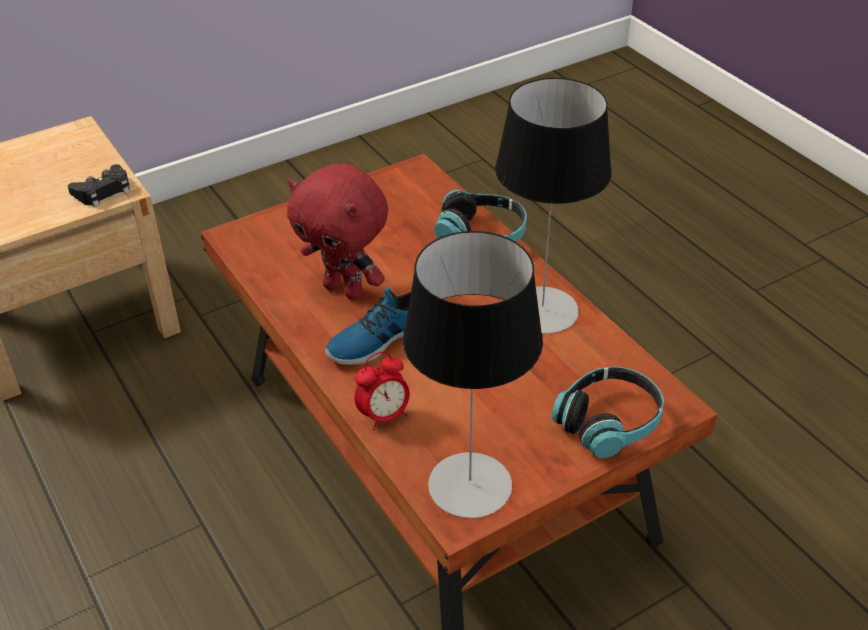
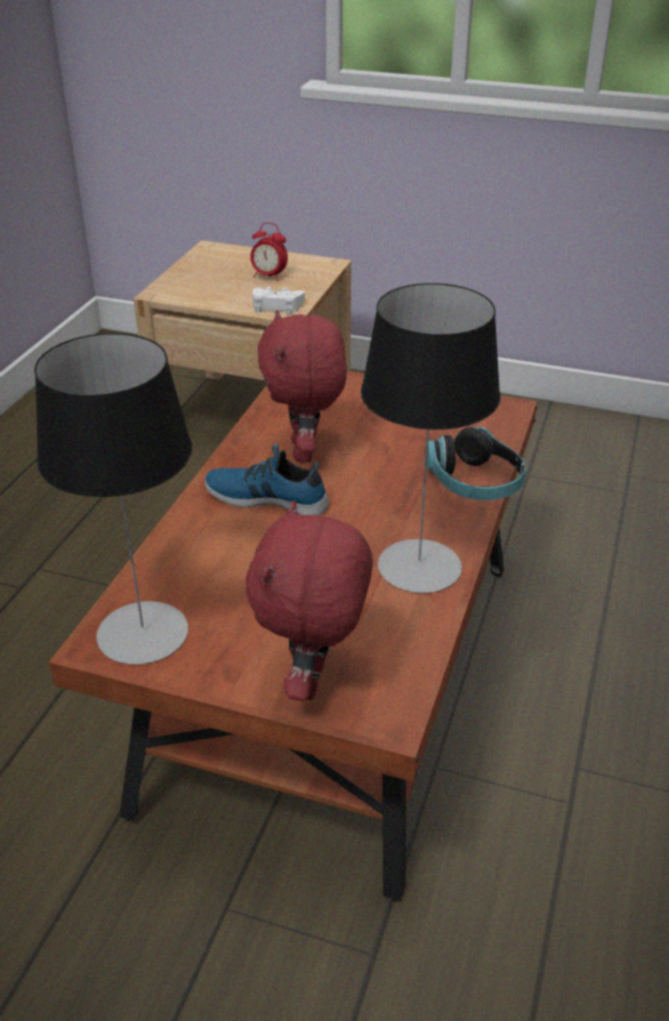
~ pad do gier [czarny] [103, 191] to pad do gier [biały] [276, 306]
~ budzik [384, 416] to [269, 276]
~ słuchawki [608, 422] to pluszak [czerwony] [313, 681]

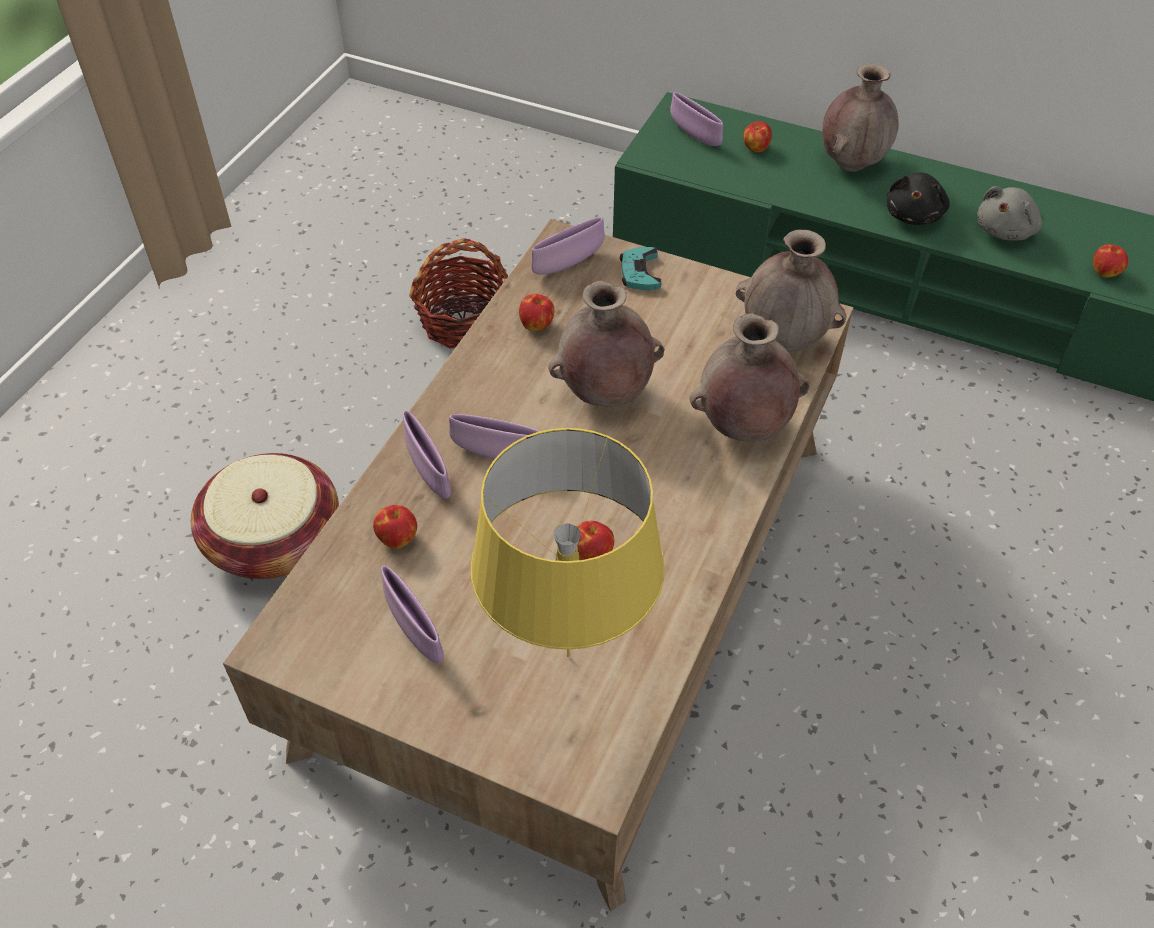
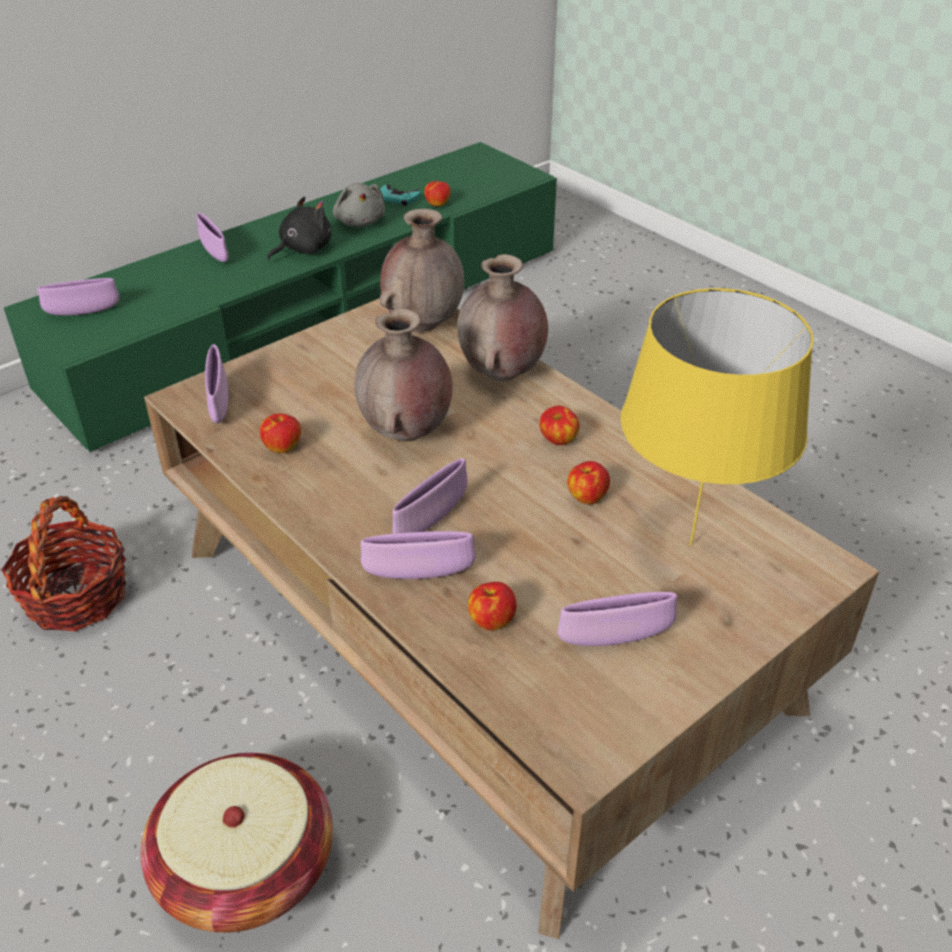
~ wazon [brązowy] [852, 163] to miska [fioletowy] [214, 253]
~ jabłko [755, 148] to [558, 440]
~ pluszak [czarny] [914, 215] = [303, 249] 90 degrees counterclockwise
~ pad do gier [turkusowy] [639, 273] to [398, 199]

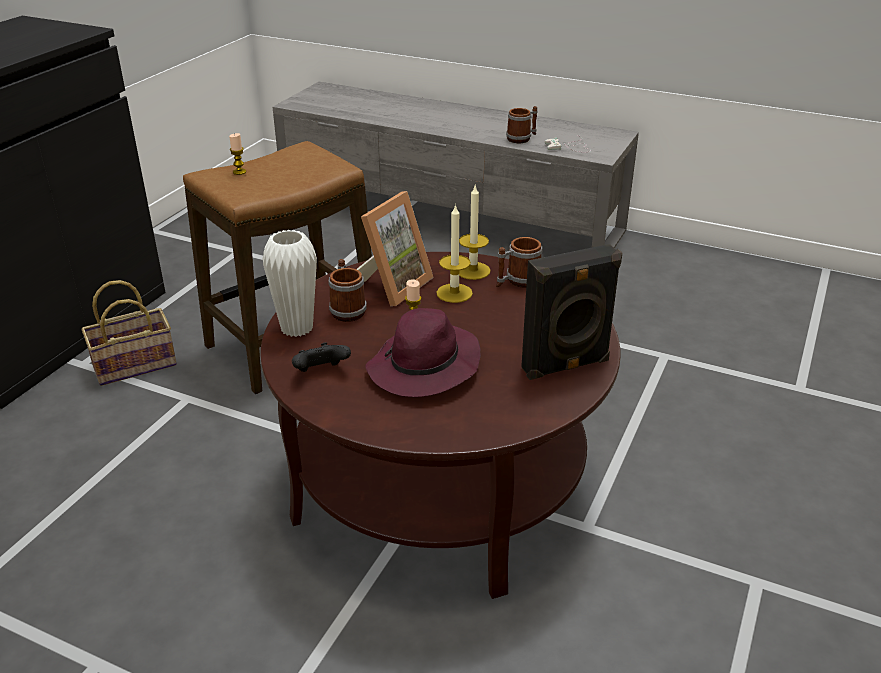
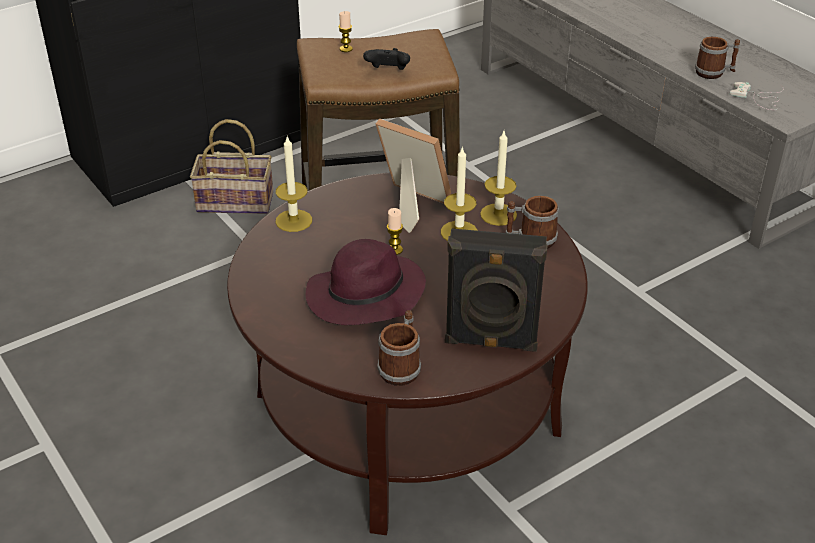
~ ramka na zdjęcie [392, 285] = [410, 205] 120 degrees counterclockwise
~ wazon [biały] [297, 328] to świeca [293, 220]
~ kubek [347, 309] to [401, 367]
~ pad do gier [czarny] [321, 372] to [388, 71]

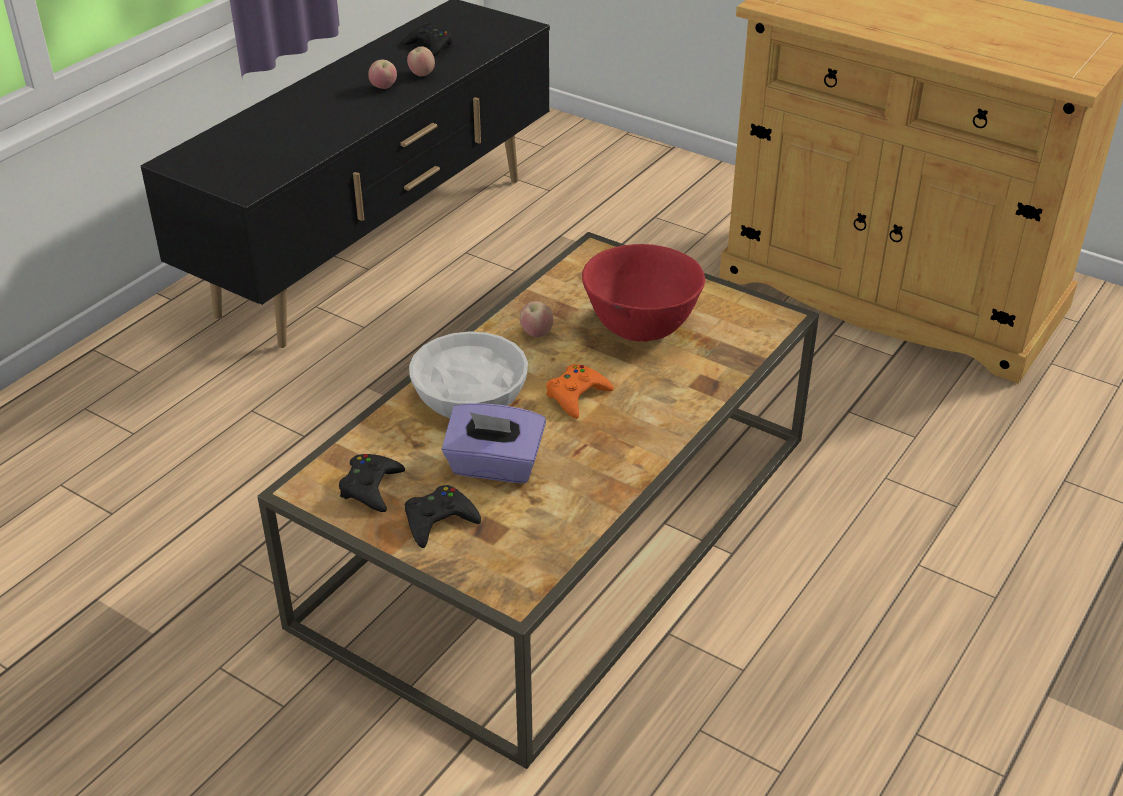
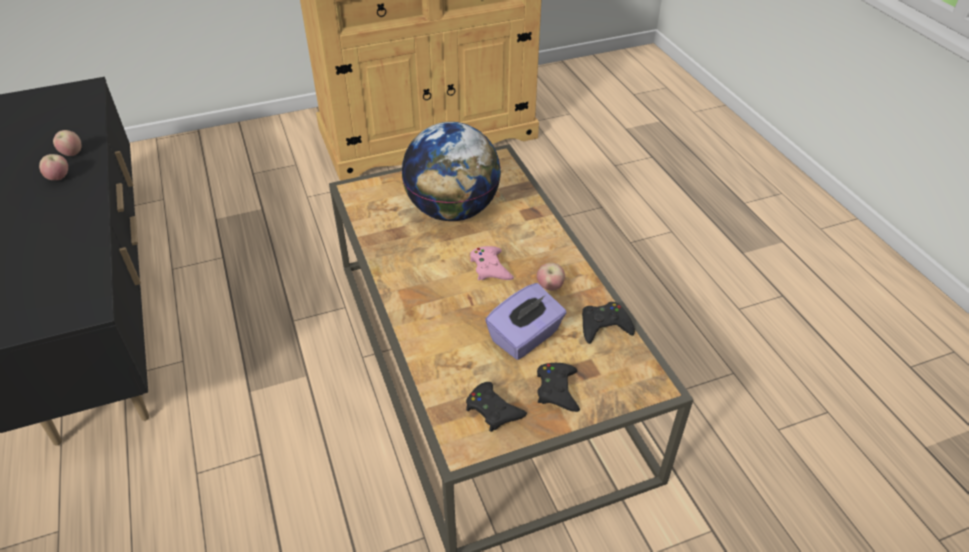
~ pad do gier [czarny] [430, 45] to [604, 326]
~ miska [czerwony] [640, 328] to globus [452, 211]
~ jabłko [536, 333] to [550, 287]
- miska [biały] [470, 394]
~ pad do gier [pomarańczowy] [576, 396] to pad do gier [różowy] [490, 268]

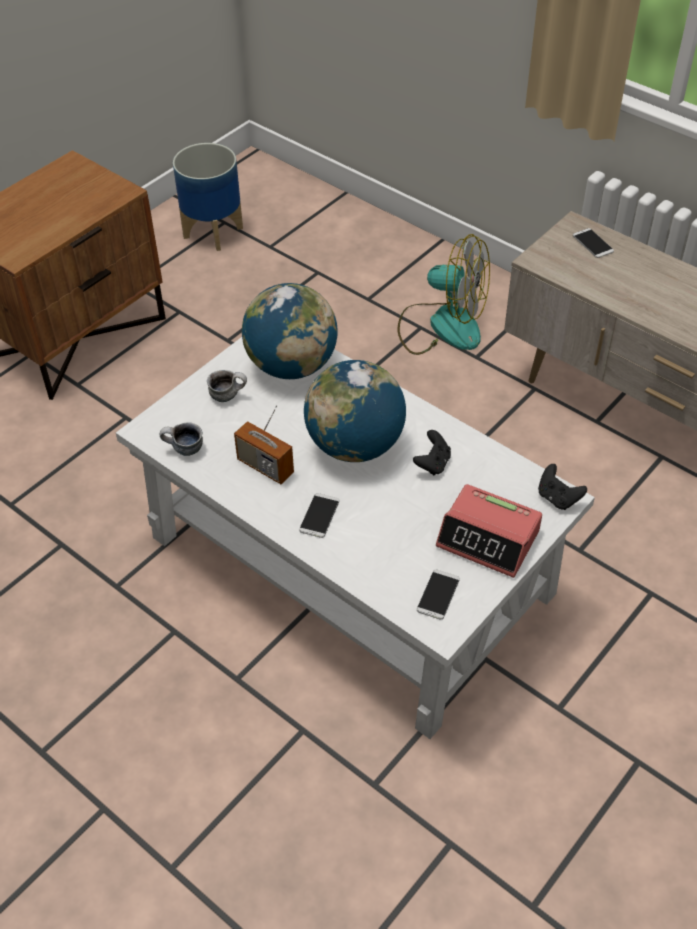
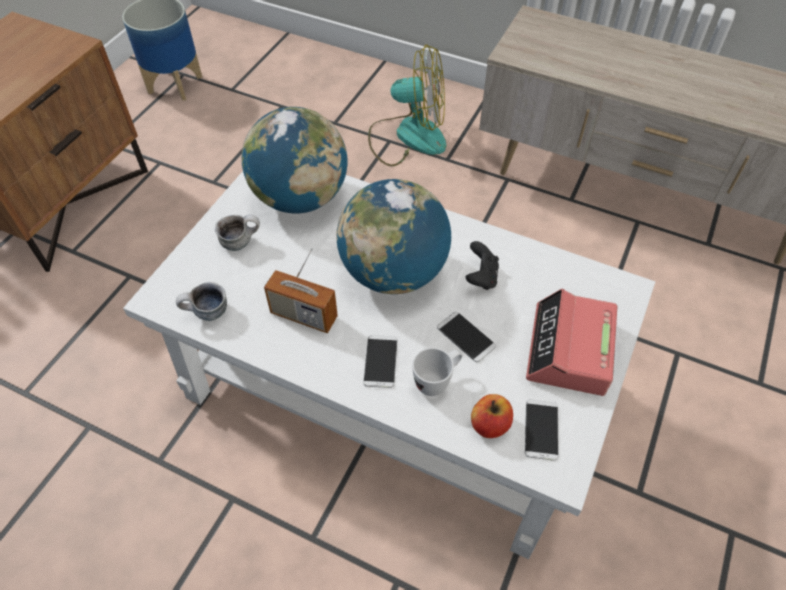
~ telefon [592, 243] to [466, 337]
- pad do gier [czarny] [557, 498]
~ budzik [488, 538] = [569, 350] 90 degrees clockwise
+ kubek [biały] [437, 381]
+ jabłko [490, 424]

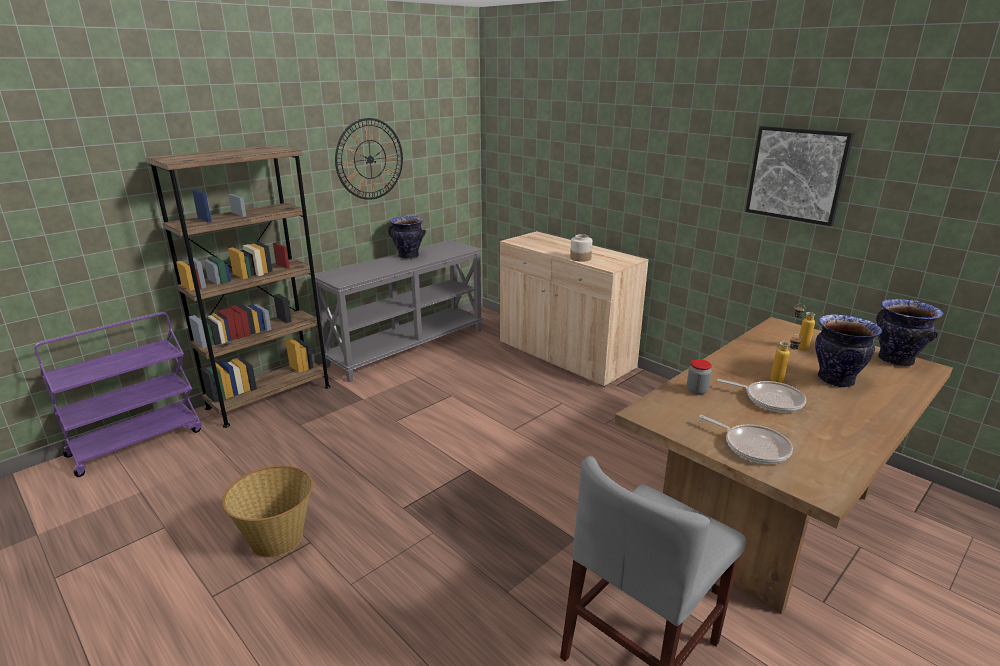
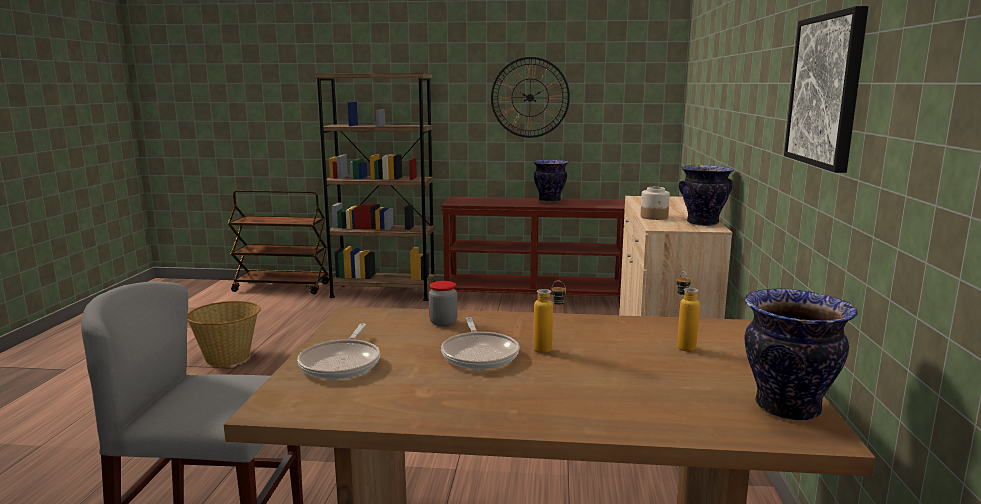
~ stolik konsolowy [szary] [407, 347] to stolik konsolowy [brązowy] [534, 298]
~ wózek [fioletowy] [137, 442] to wózek [brązowy] [282, 287]
~ wazon [836, 380] to [703, 223]

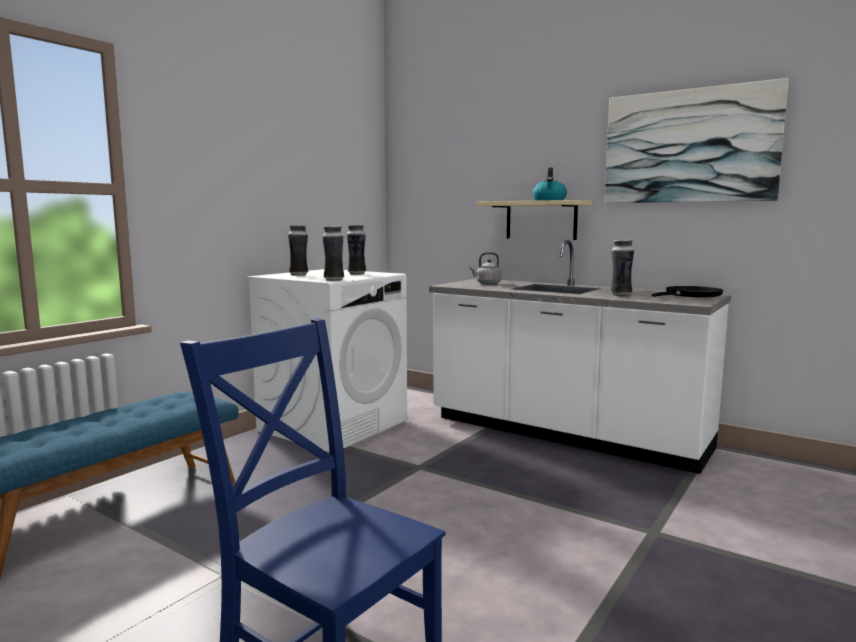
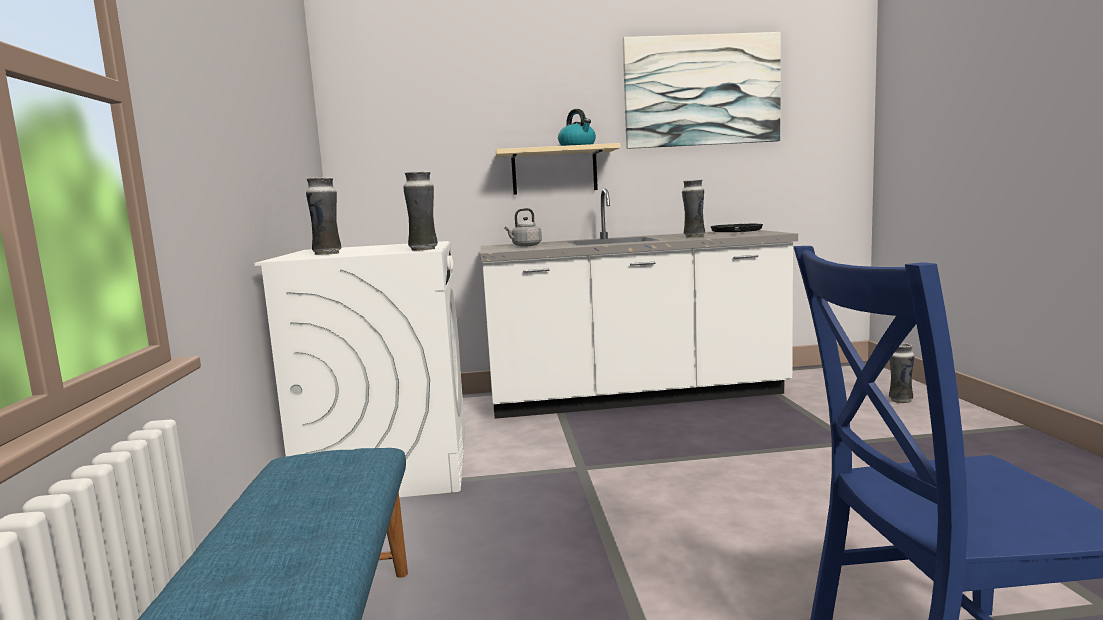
~ wazon [356, 274] to [900, 400]

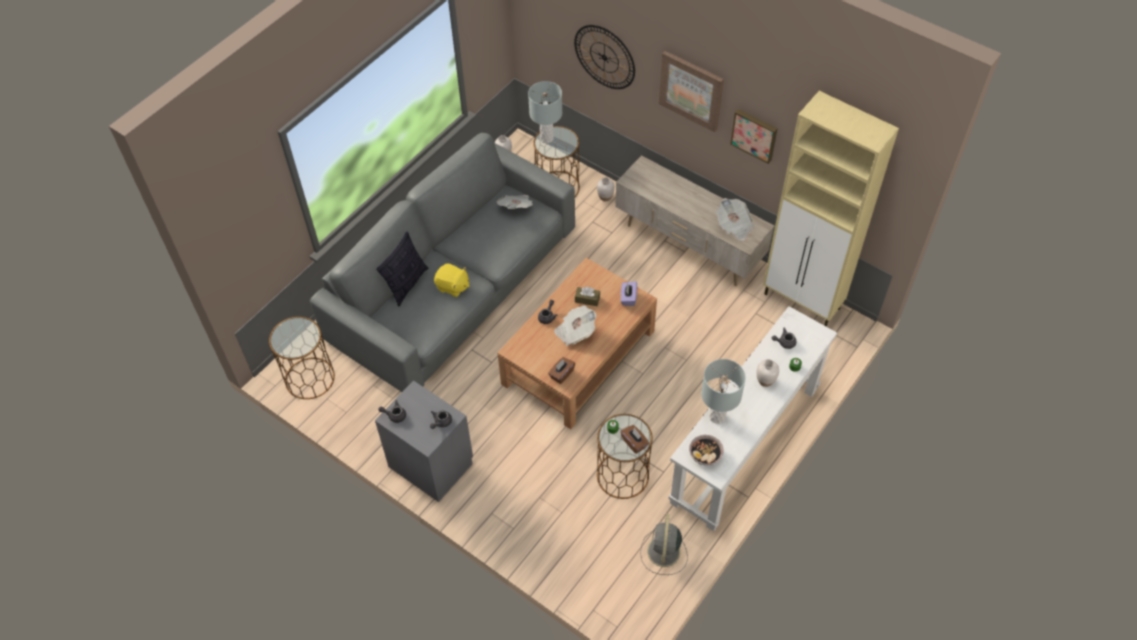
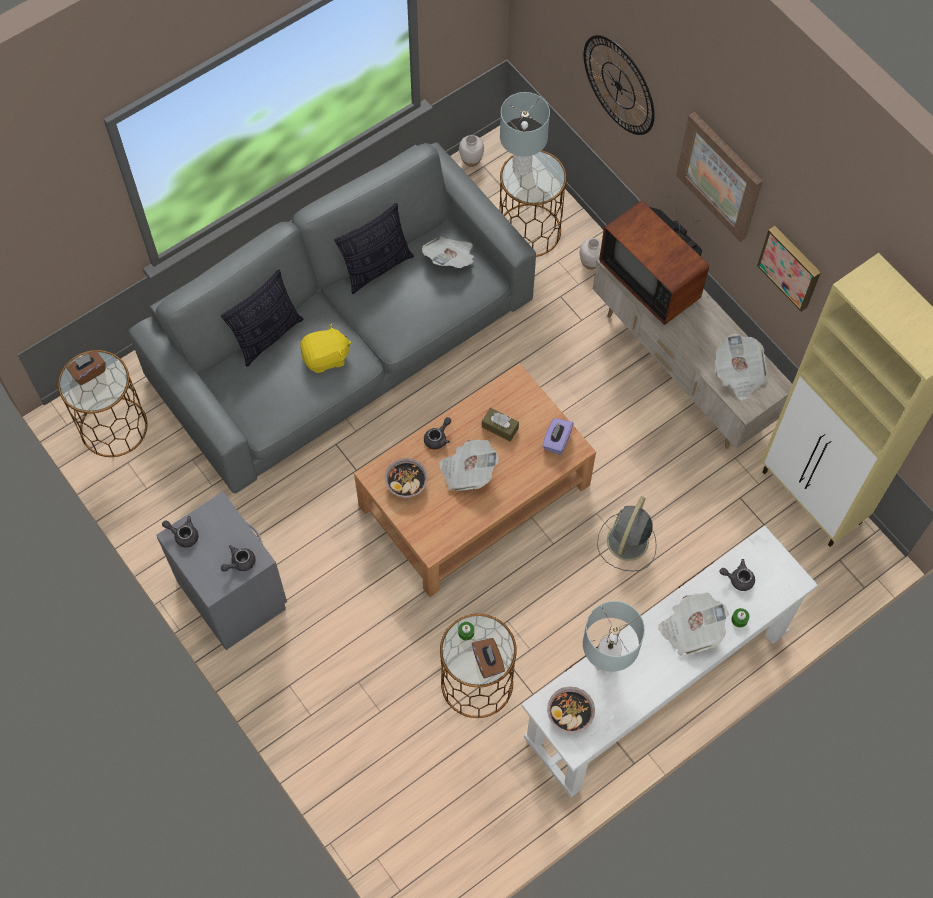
~ pluszak [żółty] [452, 287] = [326, 357] 60 degrees counterclockwise
~ pudełko chusteczek [brązowy] [561, 374] to [89, 372]
~ wazon [biały] [765, 381] to gazeta [690, 629]
~ wentylator [szary] [663, 553] to [627, 543]
+ telewizor [654, 277]
+ poduszka [377, 267]
+ miska [406, 483]

